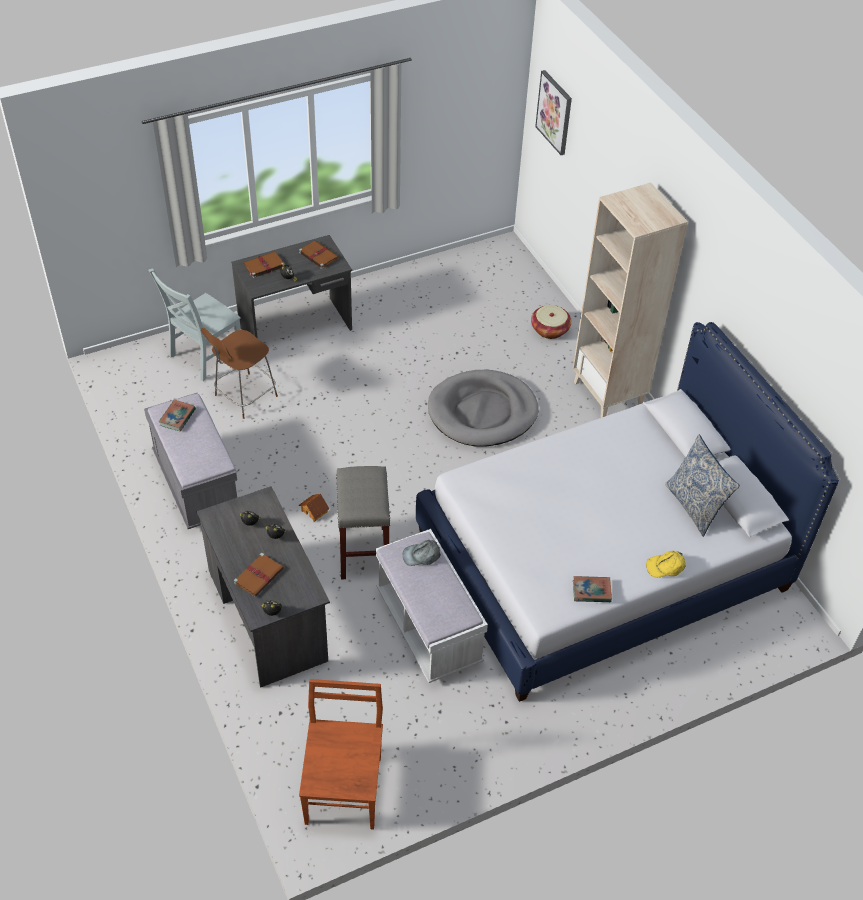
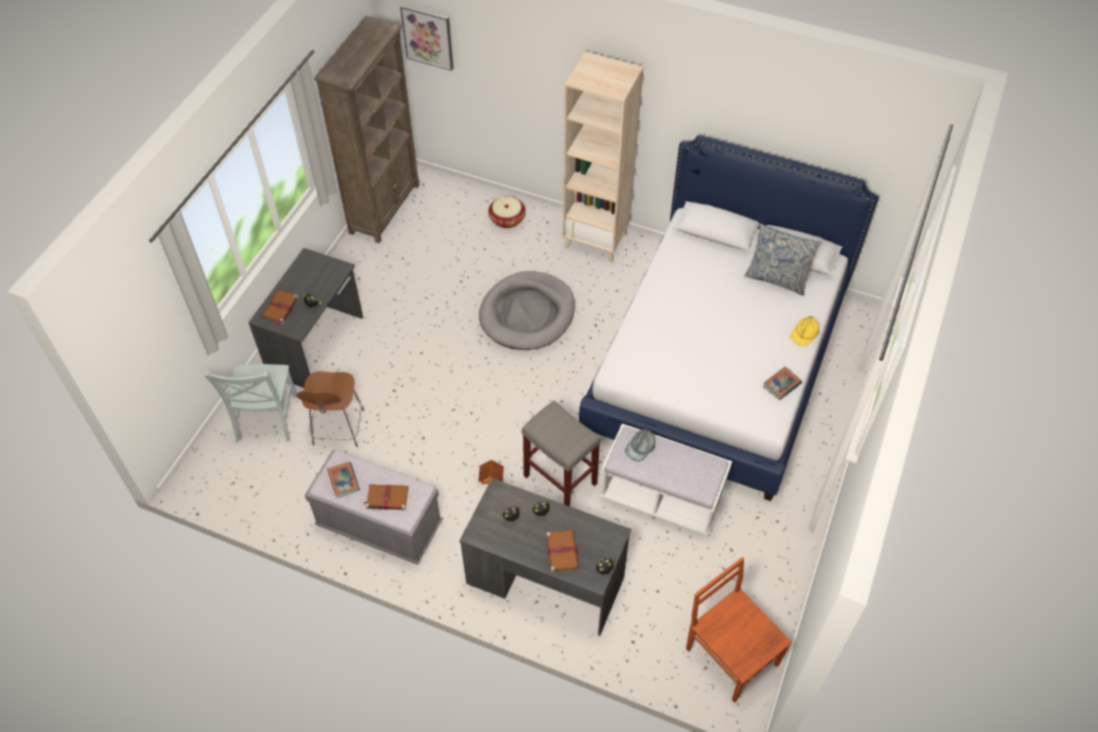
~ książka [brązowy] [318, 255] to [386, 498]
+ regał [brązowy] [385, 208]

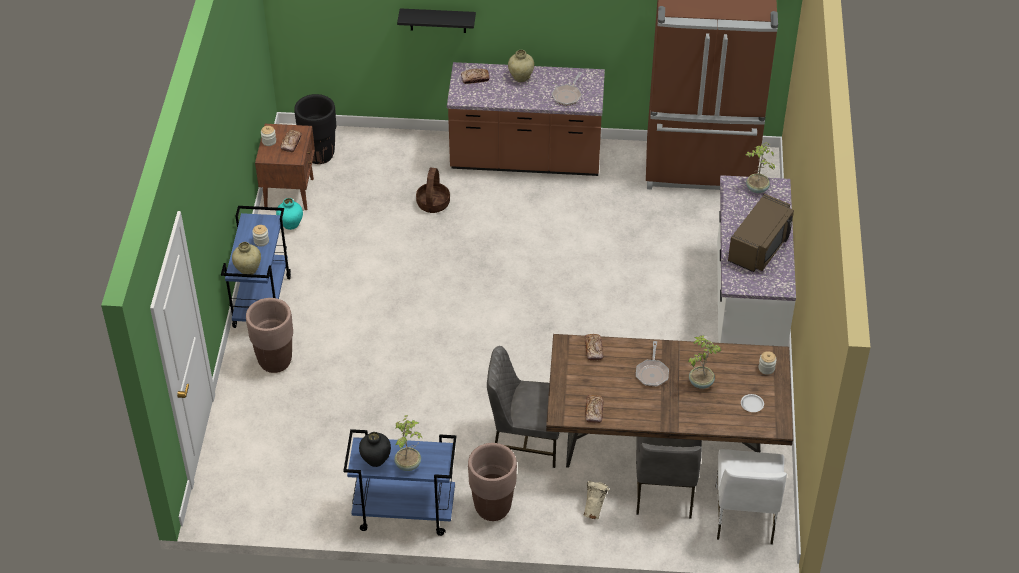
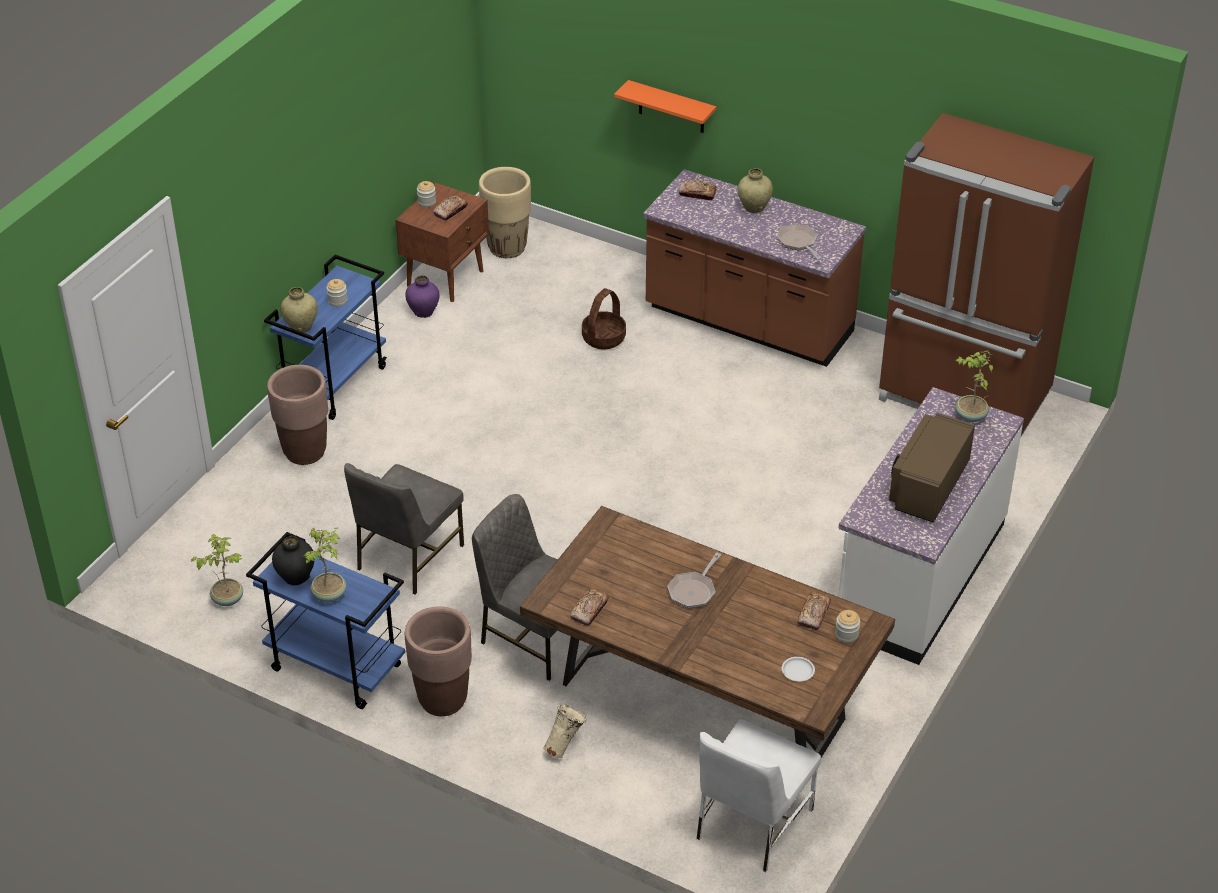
~ półka [czarny] [438, 20] to półka [pomarańczowy] [671, 107]
~ patelnia [568, 95] = [798, 242] 105 degrees clockwise
~ donica [czarny] [319, 155] to donica [beżowy] [507, 248]
~ mikrofalówka [brązowy] [760, 247] = [927, 486] 150 degrees clockwise
~ wazon [turkusowy] [291, 225] to wazon [fioletowy] [423, 312]
~ chleb [593, 349] to [814, 614]
~ roślina doniczkowa [700, 382] to [227, 599]
~ krzesło [szary] [664, 491] to [407, 557]

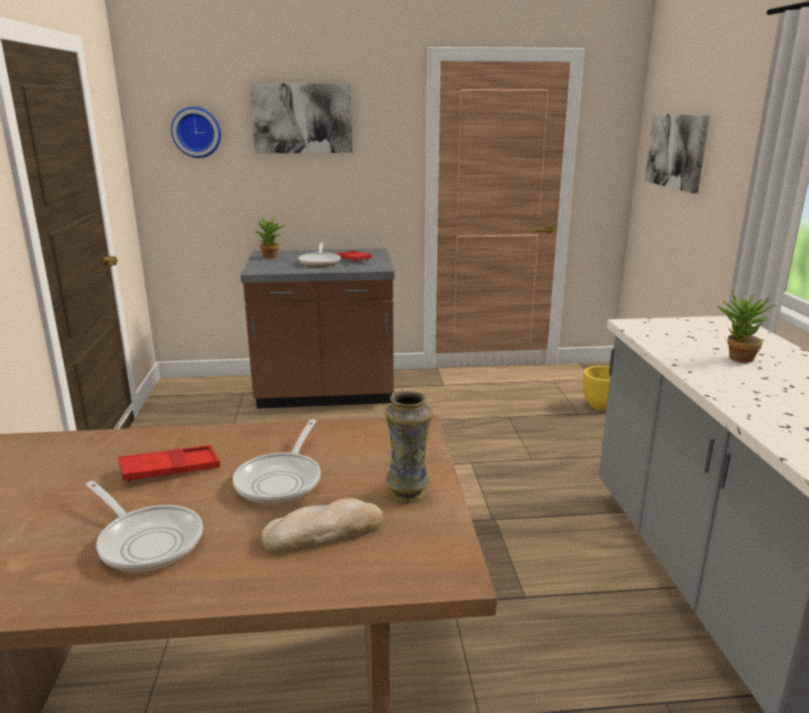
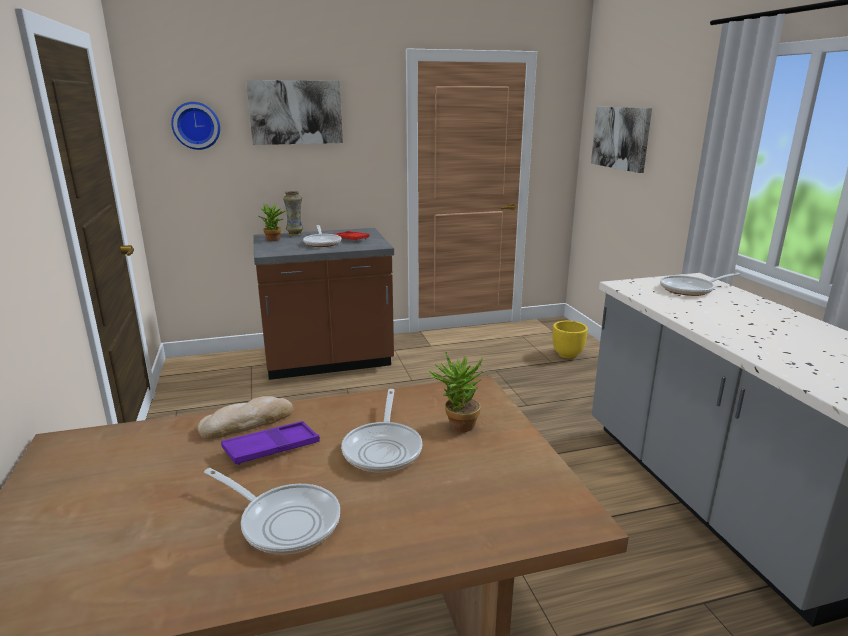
~ roślina doniczkowa [736, 359] to [457, 426]
~ wazon [408, 493] to [295, 234]
~ taca [czerwony] [170, 469] to taca [fioletowy] [272, 448]
~ chleb [324, 531] to [247, 422]
+ patelnia [690, 289]

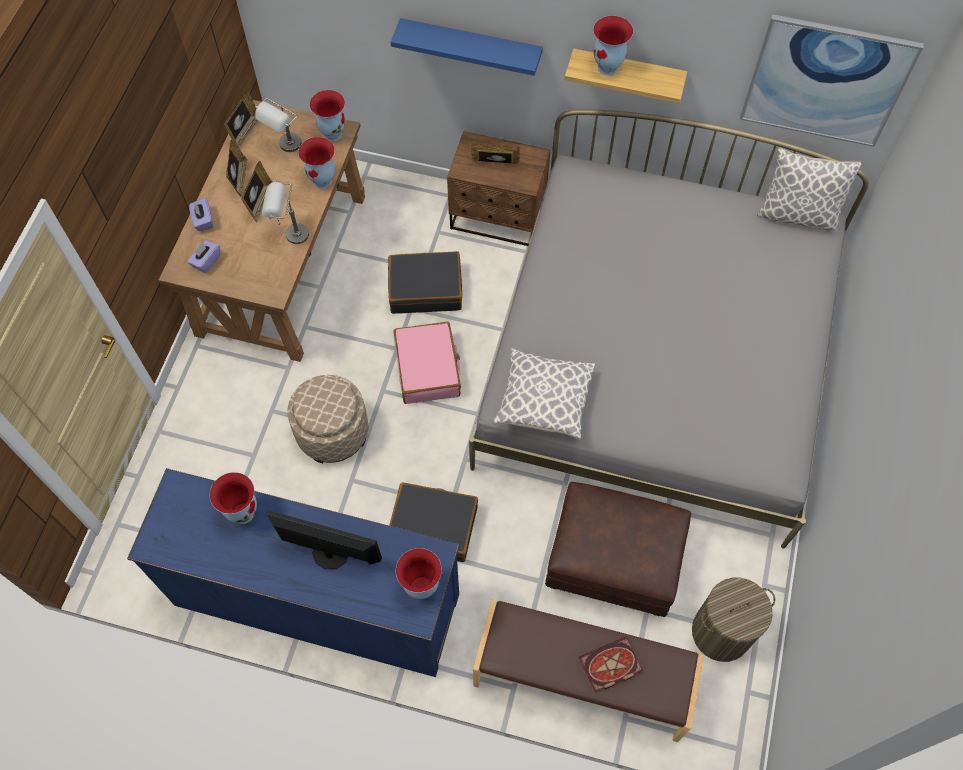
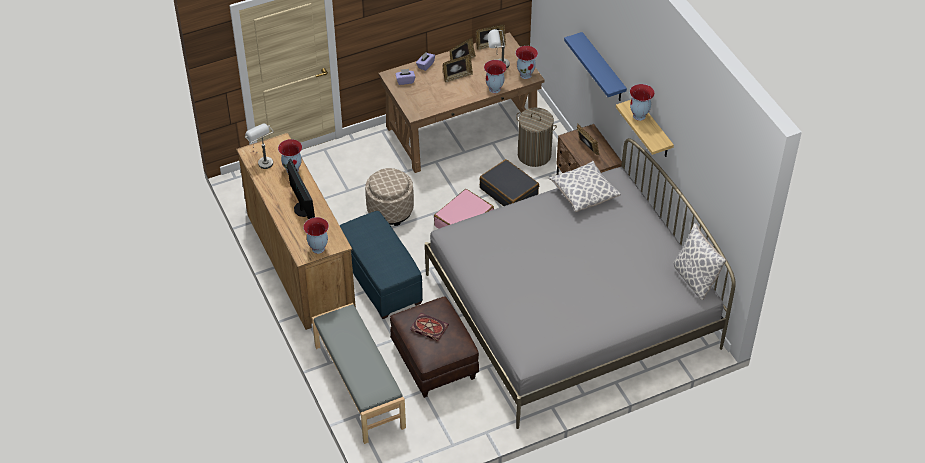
- obraz [826, 81]
~ lampa stołowa [szary] [289, 235] to [262, 160]
~ poduszka [543, 401] to [583, 194]
~ komoda [niebieski] [317, 599] to komoda [brązowy] [300, 262]
~ walizka [czarny] [433, 526] to pufa [niebieski] [380, 280]
~ kosz na pranie [721, 632] to [534, 155]
~ ławka [brązowy] [581, 680] to ławka [szary] [358, 387]
~ książka [609, 666] to [428, 328]

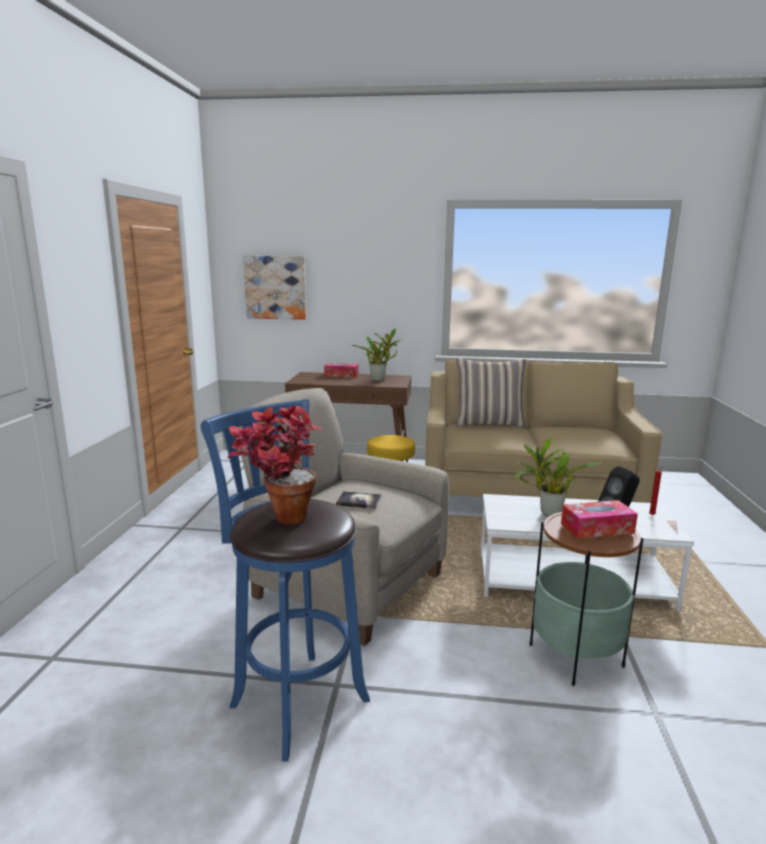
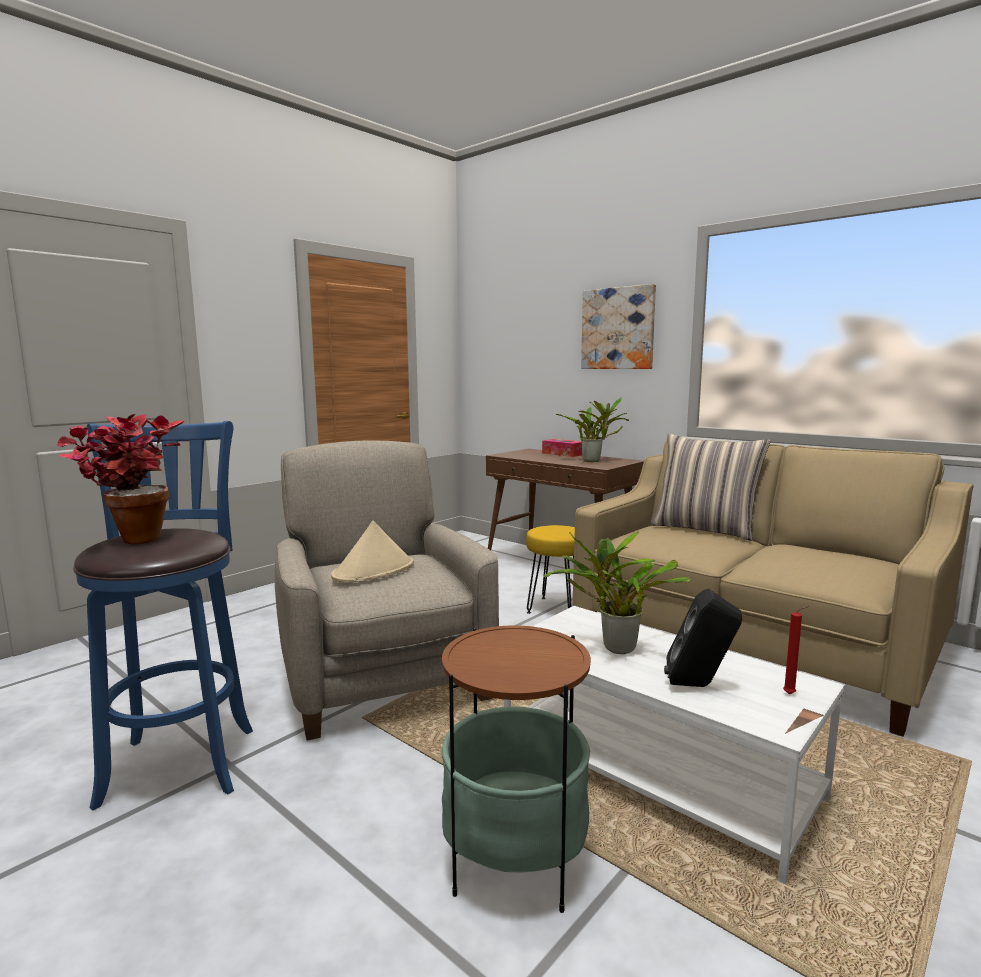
~ obraz [275, 287] to [618, 328]
~ książka [359, 501] to kapelusz [beżowy] [374, 571]
- pudełko chusteczek [597, 528]

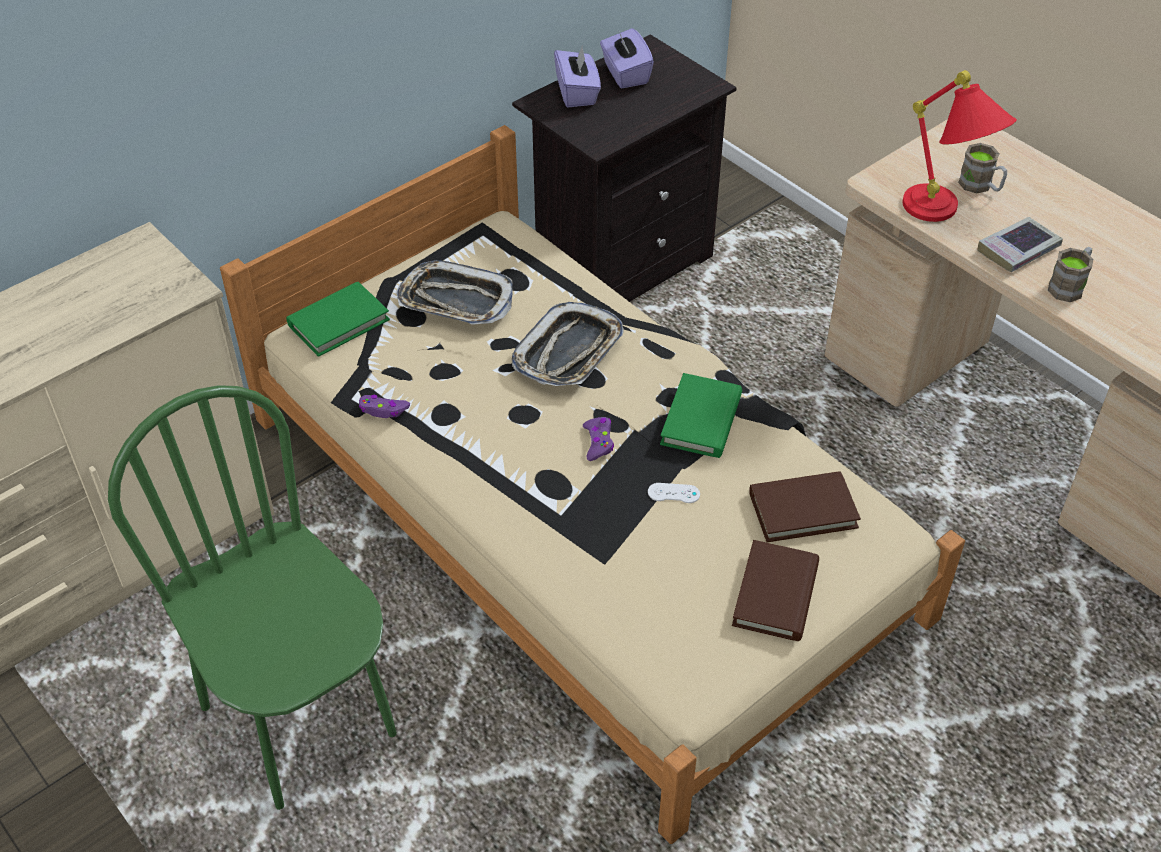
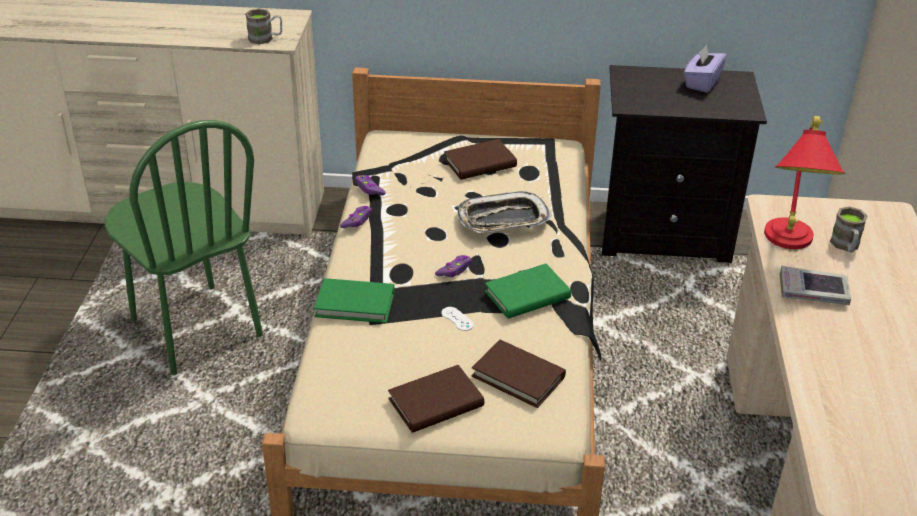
- pudełko chusteczek [fioletowy] [577, 93]
~ kubek [brązowy] [1069, 286] to [266, 38]
~ taca [455, 301] to książka [brązowy] [480, 163]
~ książka [zielony] [338, 322] to [355, 304]
~ krzesło [zielony] [300, 720] = [195, 329] 135 degrees clockwise
+ pad do gier [fioletowy] [357, 221]

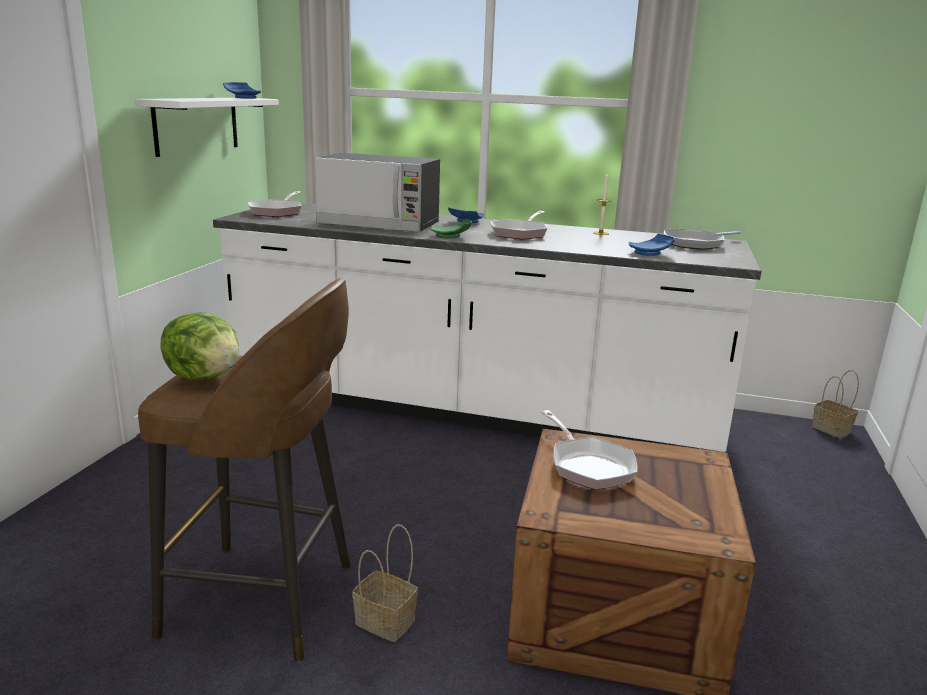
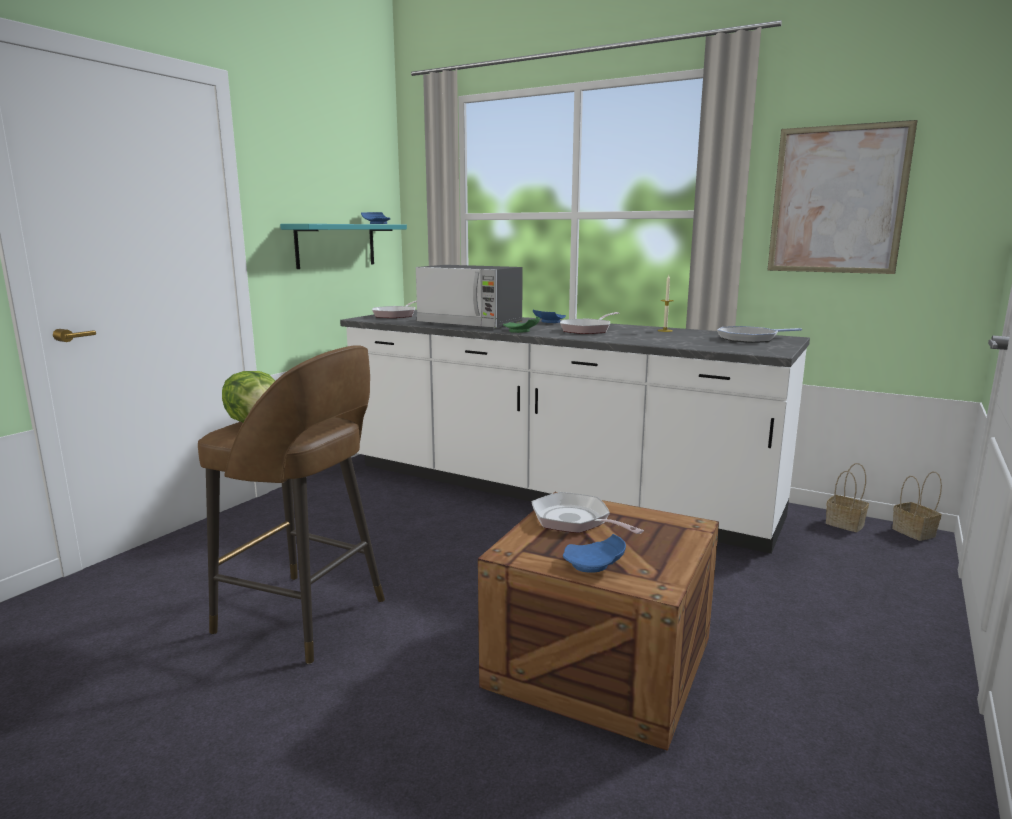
~ półka [biały] [197, 125] to półka [turkusowy] [336, 245]
~ talerz [niebieski] [650, 253] to [594, 565]
~ patelnia [588, 465] = [575, 521] 150 degrees clockwise
~ koszyk [387, 621] to [846, 524]
+ obraz [837, 200]

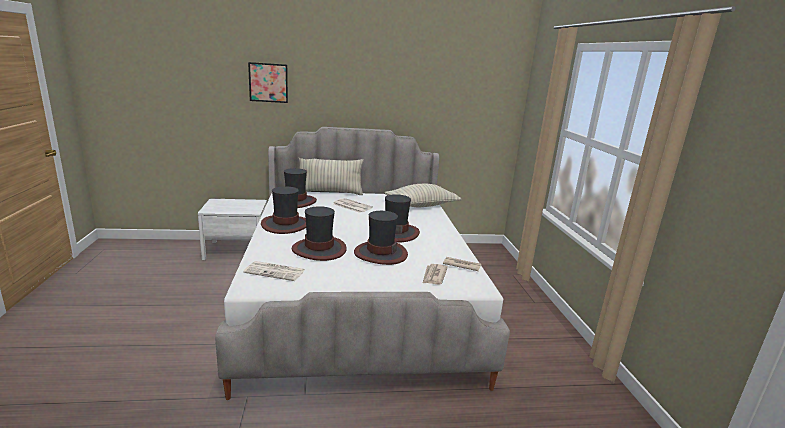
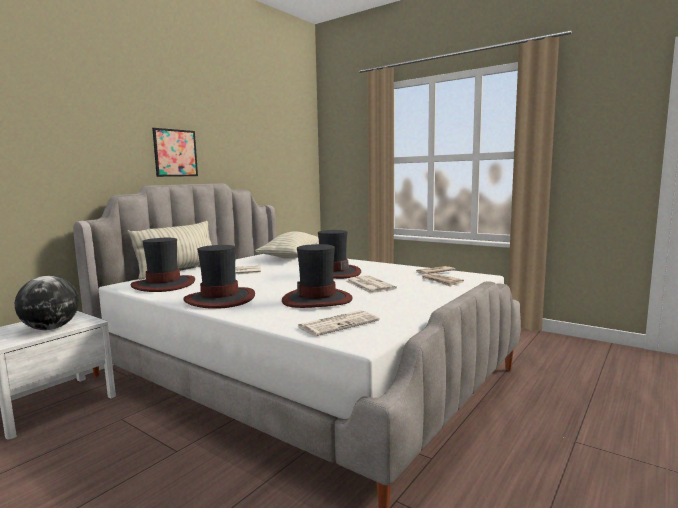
~ obraz [268, 82] to [175, 153]
~ kapelusz [380, 253] to gazeta [369, 285]
+ globus [51, 328]

